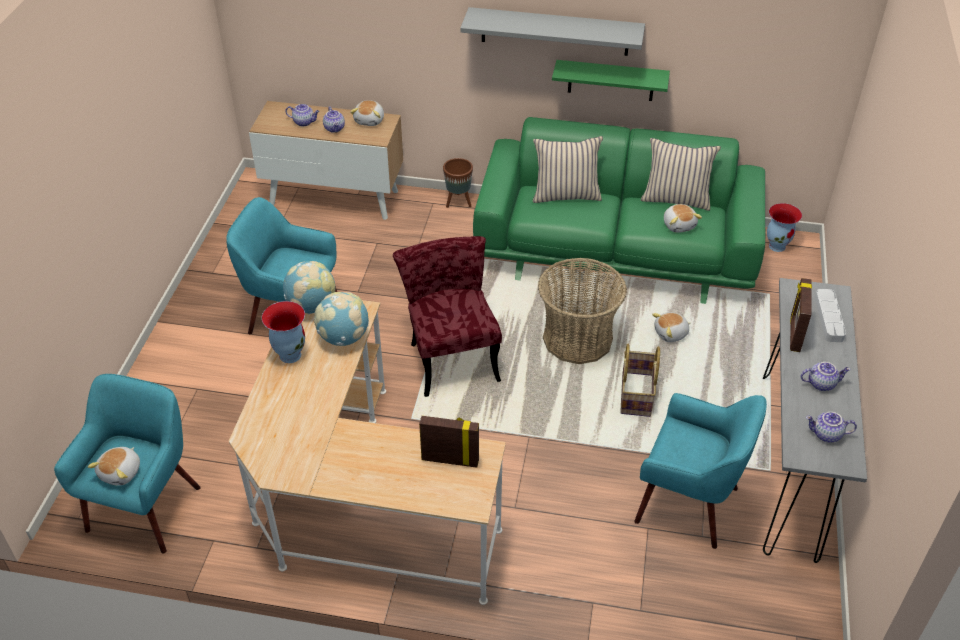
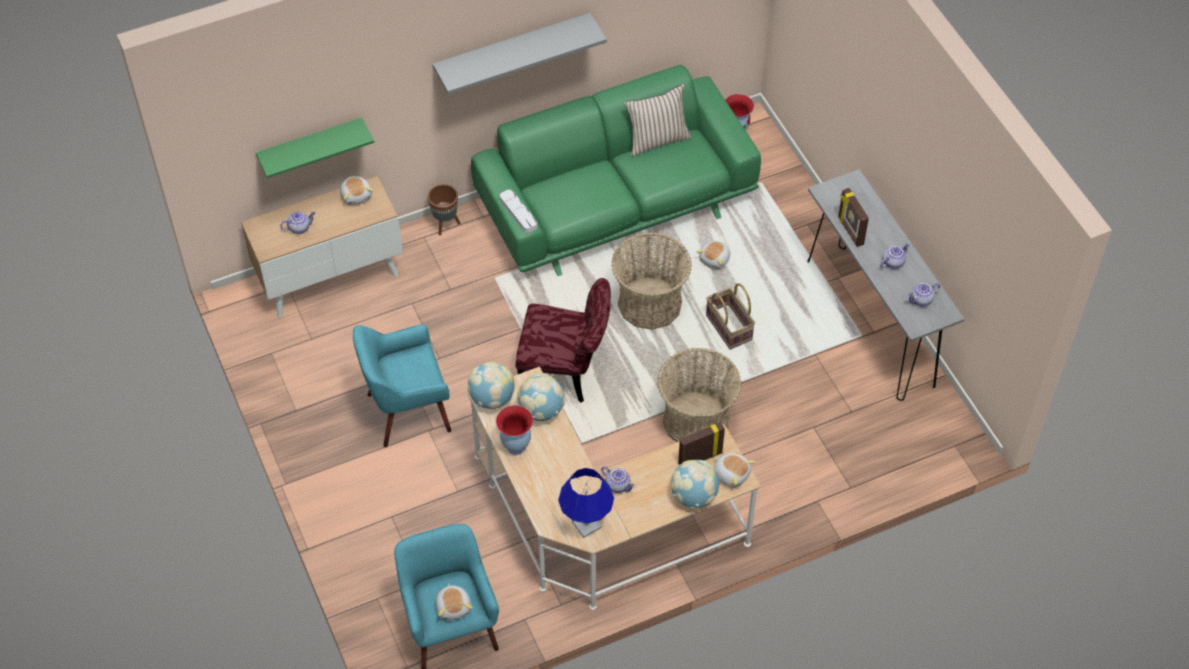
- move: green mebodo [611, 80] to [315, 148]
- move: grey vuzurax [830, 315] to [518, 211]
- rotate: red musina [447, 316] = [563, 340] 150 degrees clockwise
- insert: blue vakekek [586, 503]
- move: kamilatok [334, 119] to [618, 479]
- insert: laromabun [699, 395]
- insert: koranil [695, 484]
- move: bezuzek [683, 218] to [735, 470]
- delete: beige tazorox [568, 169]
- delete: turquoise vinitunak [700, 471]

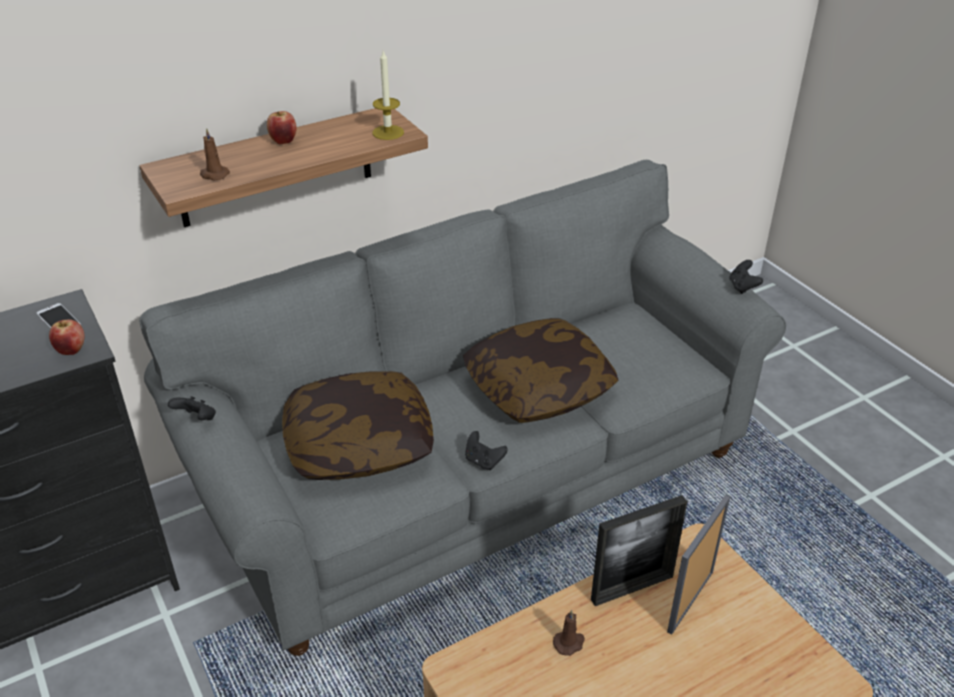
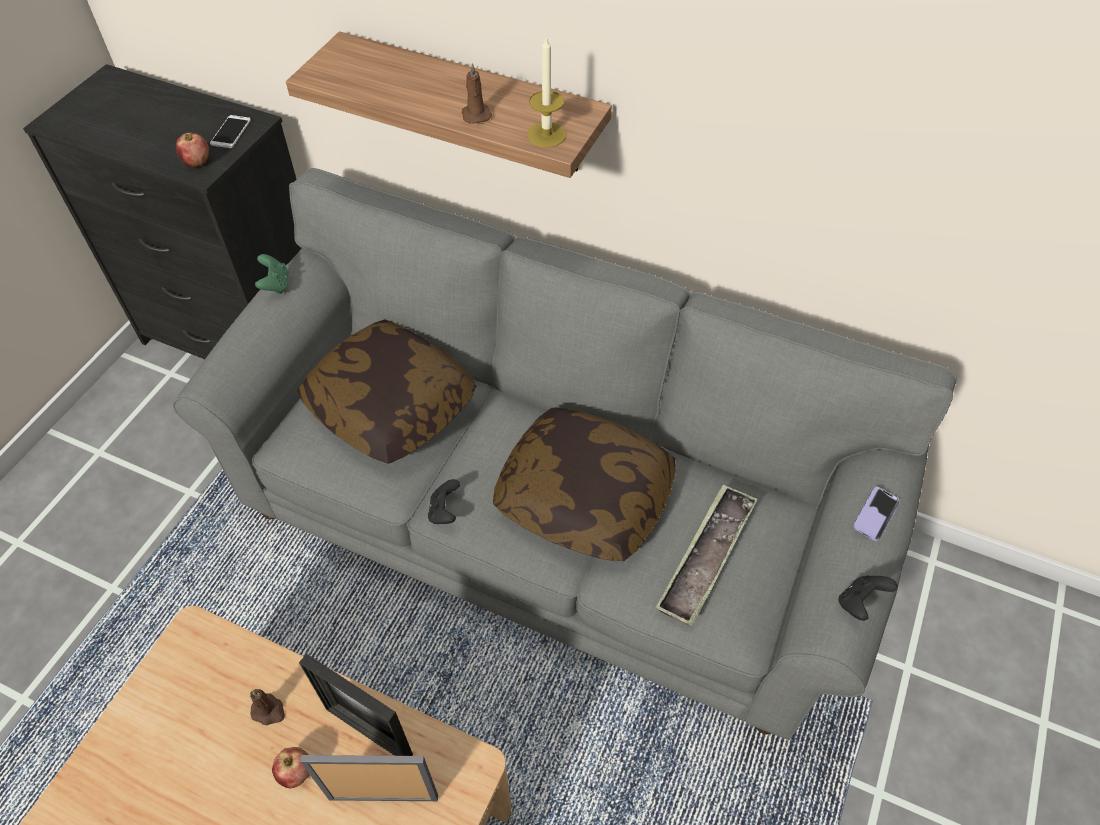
- recolor: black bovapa [192, 408] to green bovapa [272, 274]
- move: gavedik [282, 127] to [291, 767]
- move: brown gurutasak [215, 154] to [477, 93]
- insert: vuzurax [707, 555]
- insert: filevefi [876, 514]

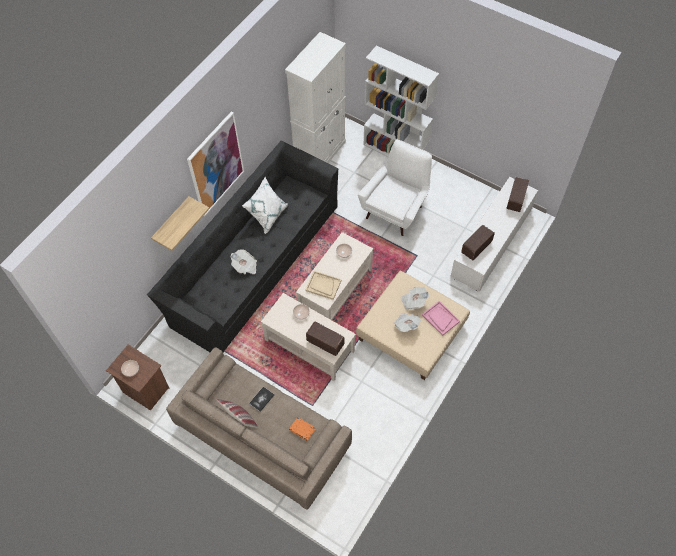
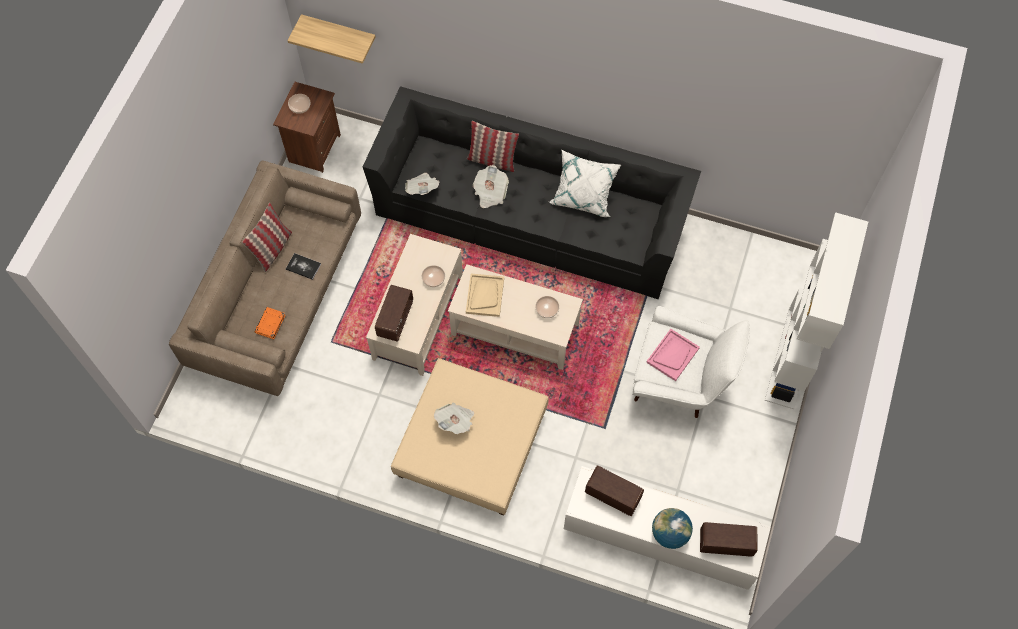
- move: mebodo [180, 223] to [331, 39]
- move: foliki [415, 298] to [422, 184]
- insert: tazorox [493, 146]
- move: pink vuzurax [441, 318] to [673, 355]
- insert: koranil [672, 528]
- delete: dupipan [215, 164]
- delete: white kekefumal [315, 97]

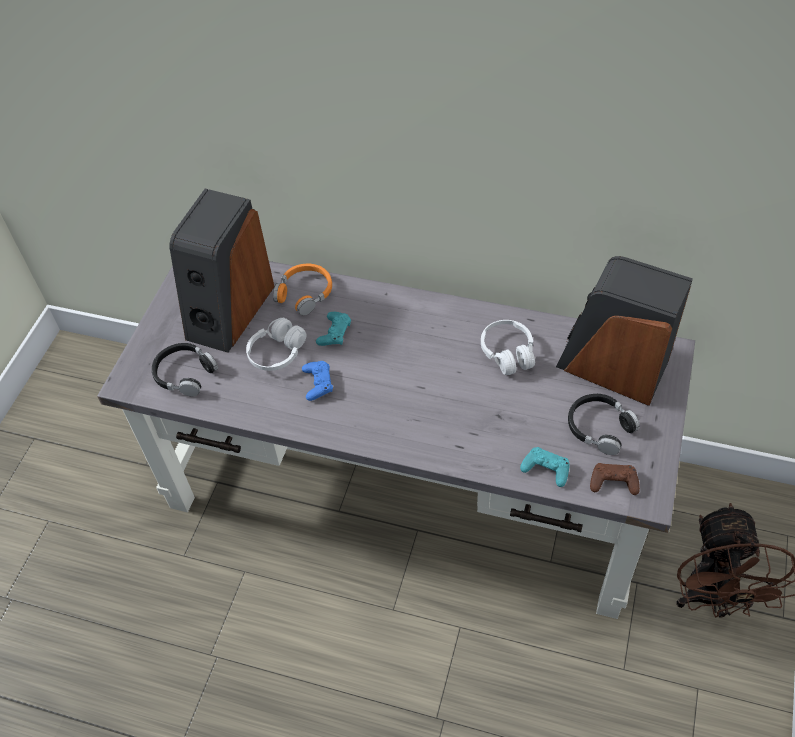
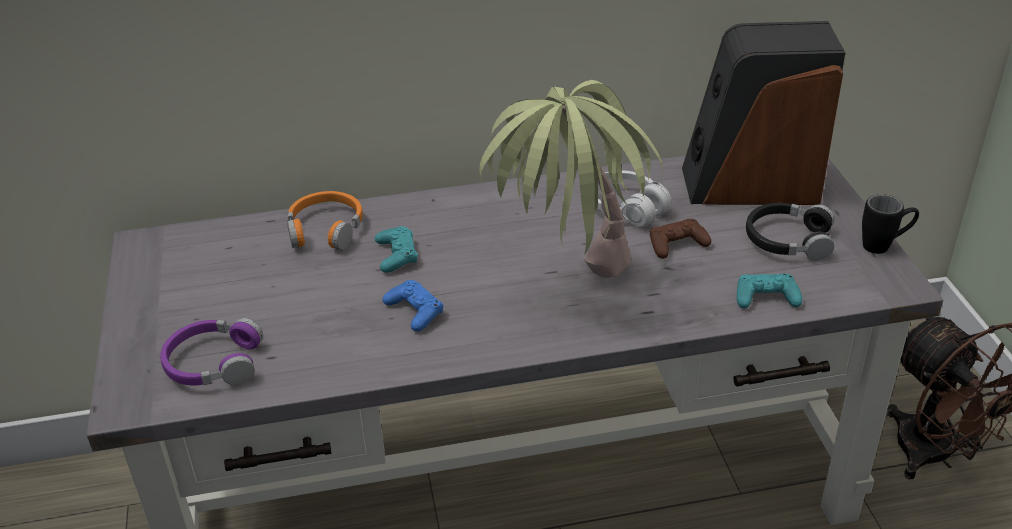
- recolor: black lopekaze [185, 369] to purple lopekaze [211, 352]
- insert: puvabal [571, 179]
- move: brown bovapa [615, 479] to [680, 239]
- insert: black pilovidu [890, 224]
- delete: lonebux [222, 271]
- delete: white lopekaze [276, 344]

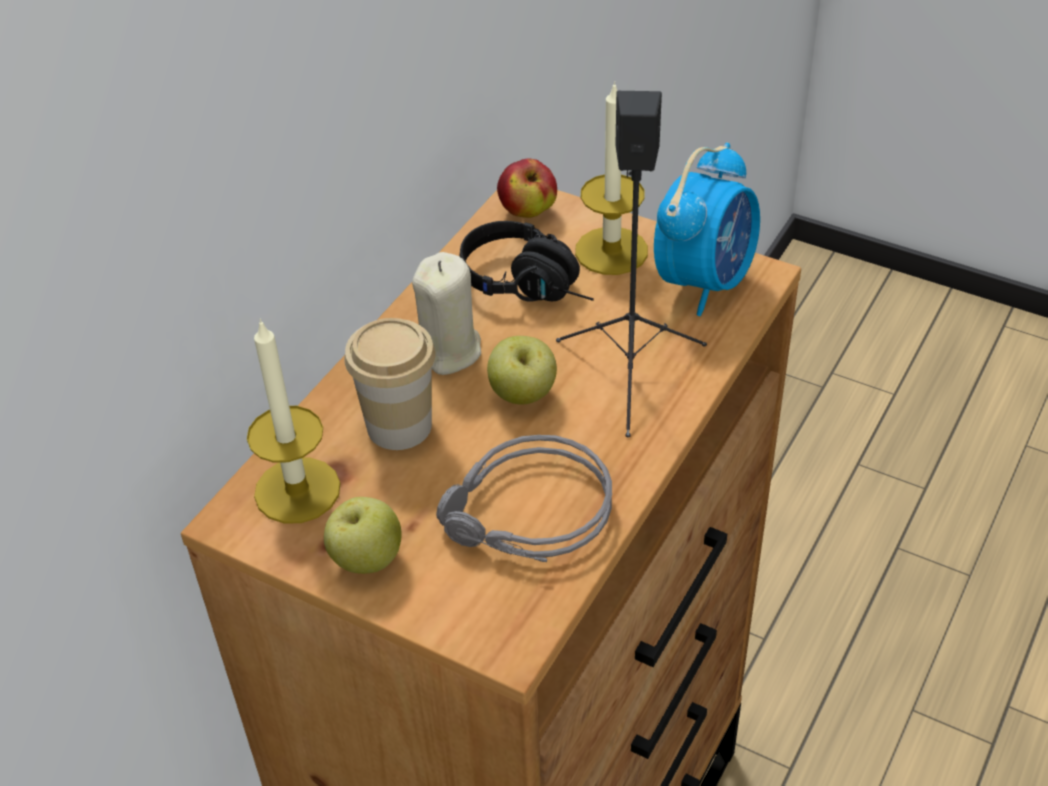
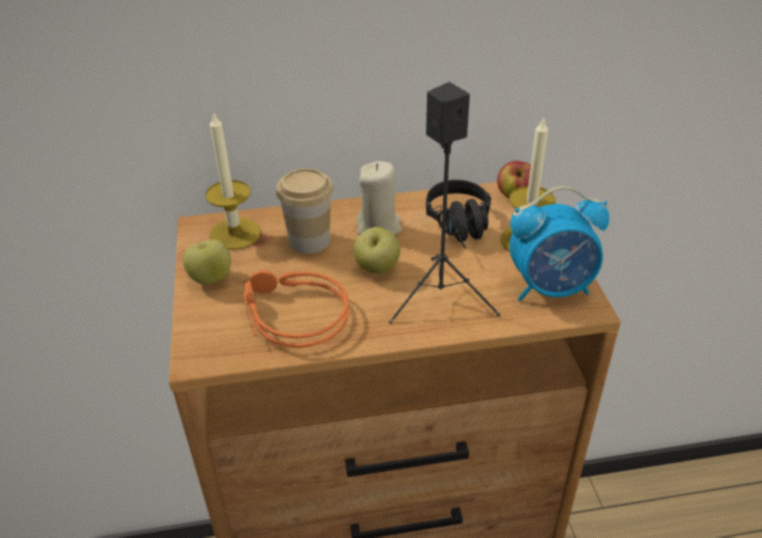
- recolor: grey lopekaze [524, 498] to orange lopekaze [296, 309]

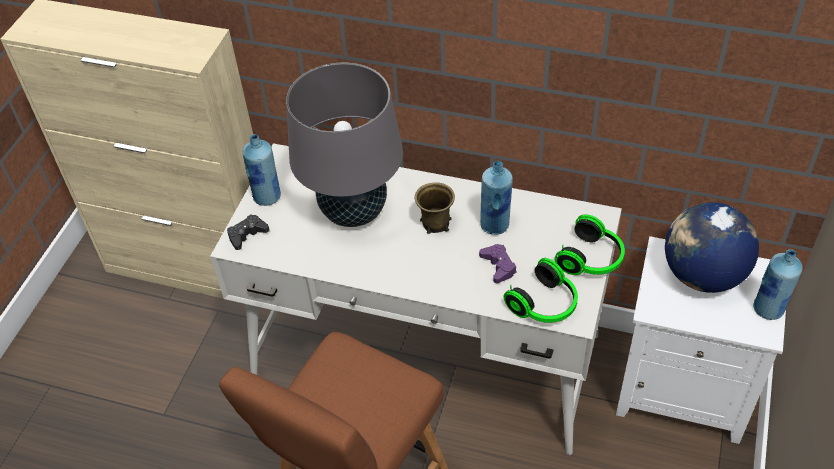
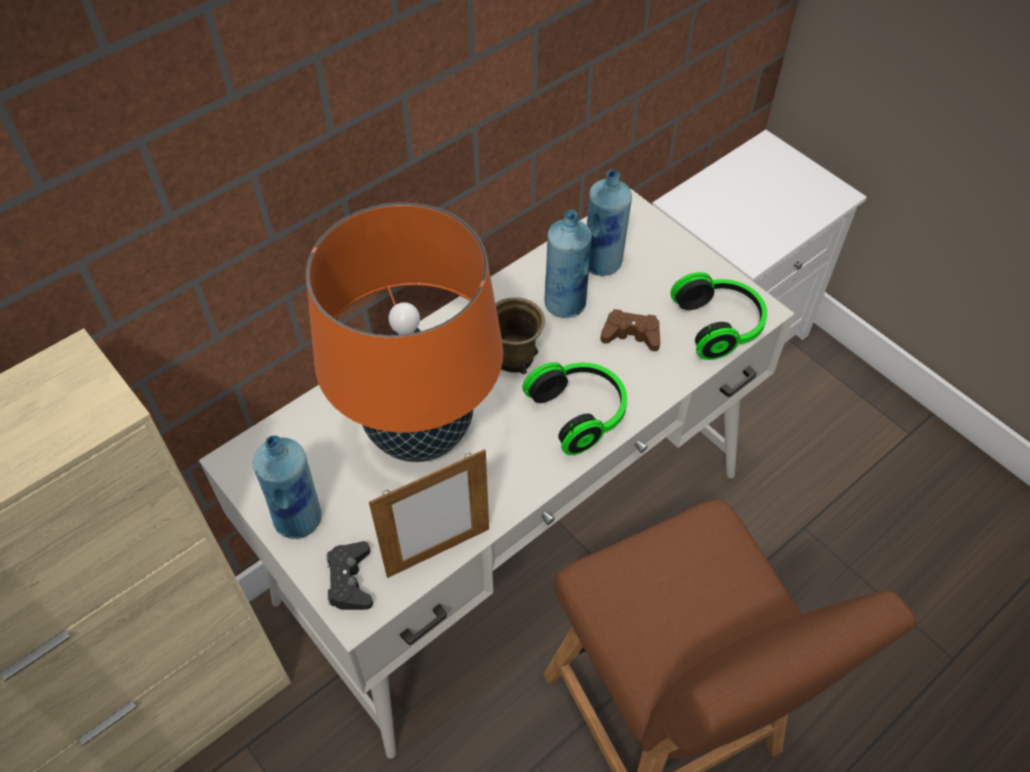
- recolor: grey vakekek [344, 144] to orange vakekek [404, 332]
- insert: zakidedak [429, 513]
- move: lopekaze [590, 244] to [574, 408]
- move: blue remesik [778, 284] to [609, 223]
- recolor: purple bovapa [498, 263] to brown bovapa [630, 330]
- delete: koranil [712, 247]

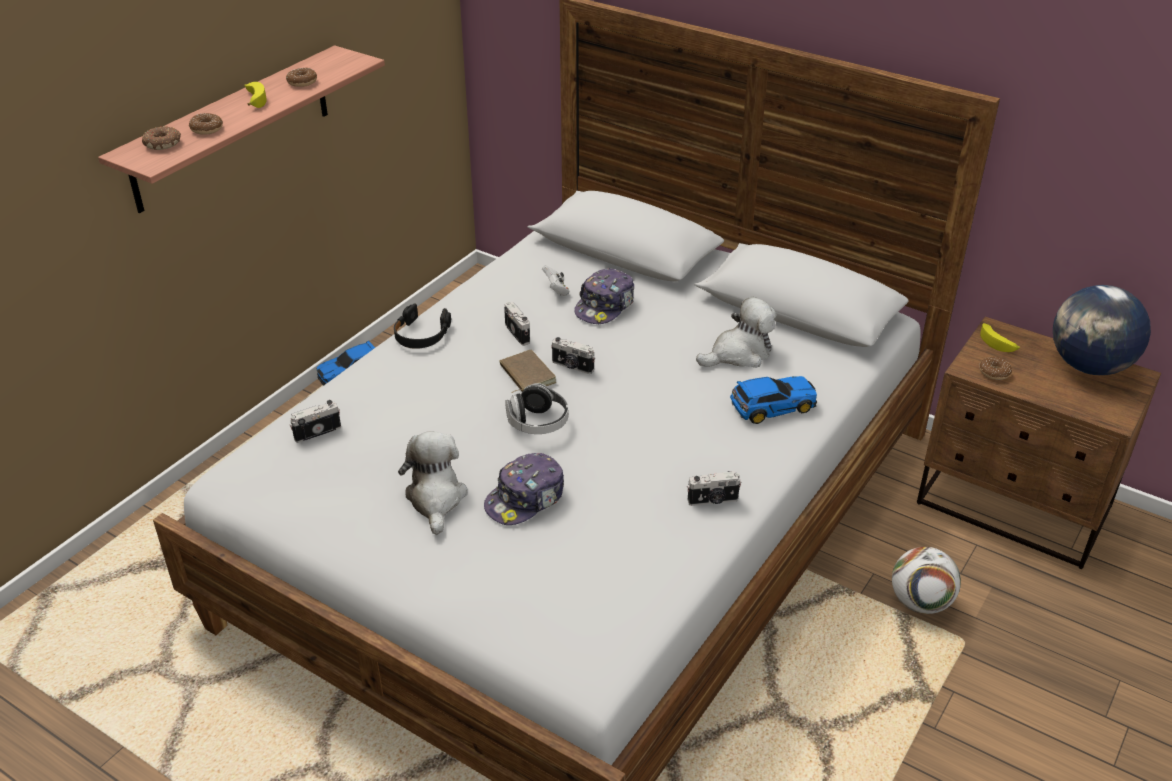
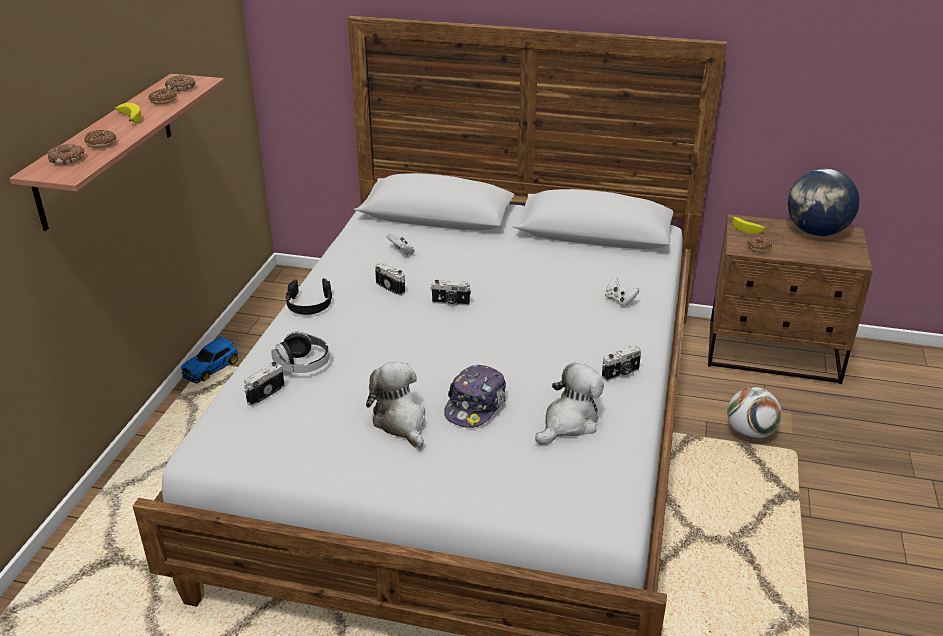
- insert: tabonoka [180, 83]
- move: lopekaze [537, 408] to [300, 352]
- move: bezuzek [736, 332] to [569, 404]
- replace: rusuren [773, 400] to white bovapa [622, 291]
- delete: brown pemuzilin [528, 371]
- delete: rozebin [604, 296]

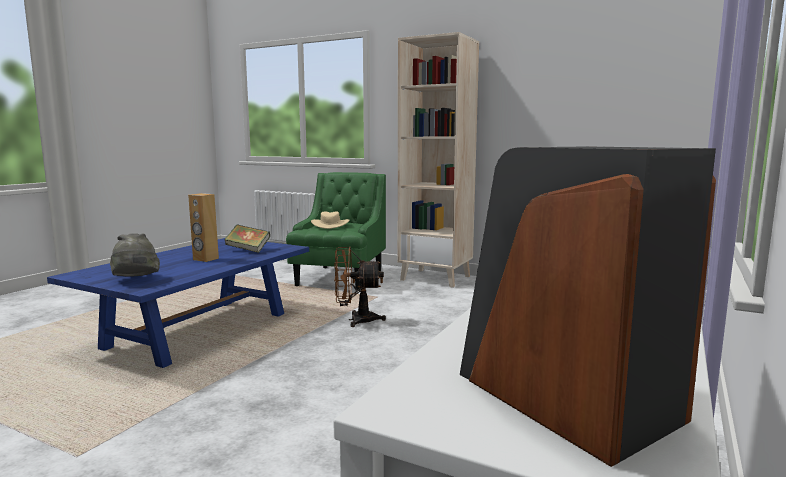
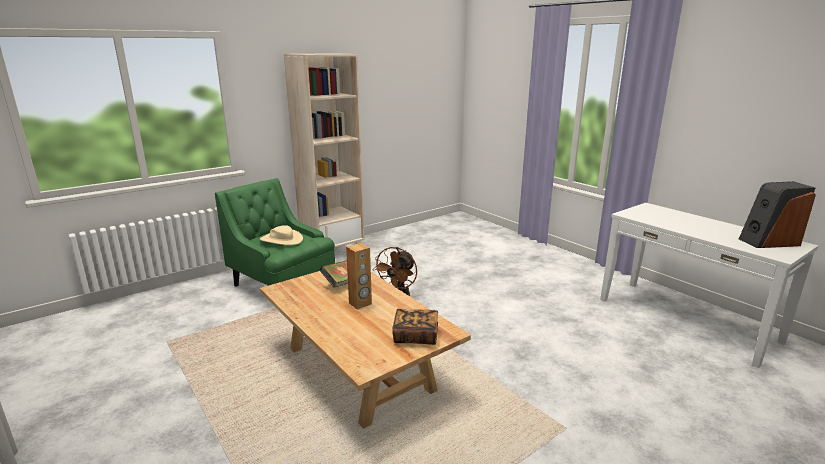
- recolor: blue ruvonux [178, 303] to beige ruvonux [365, 350]
- replace: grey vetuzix [135, 255] to pemuzilin [415, 327]

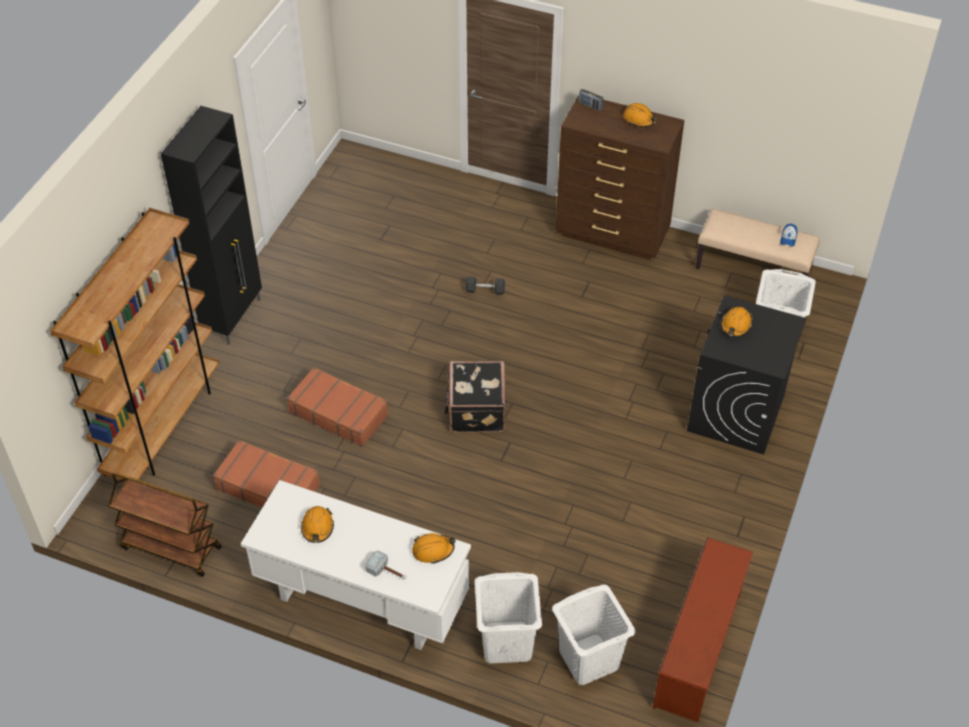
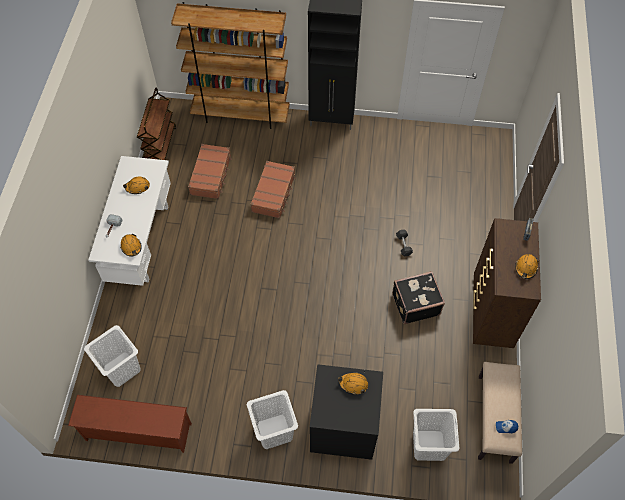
- move: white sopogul [508, 617] to [272, 419]
- move: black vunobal [475, 397] to [418, 297]

